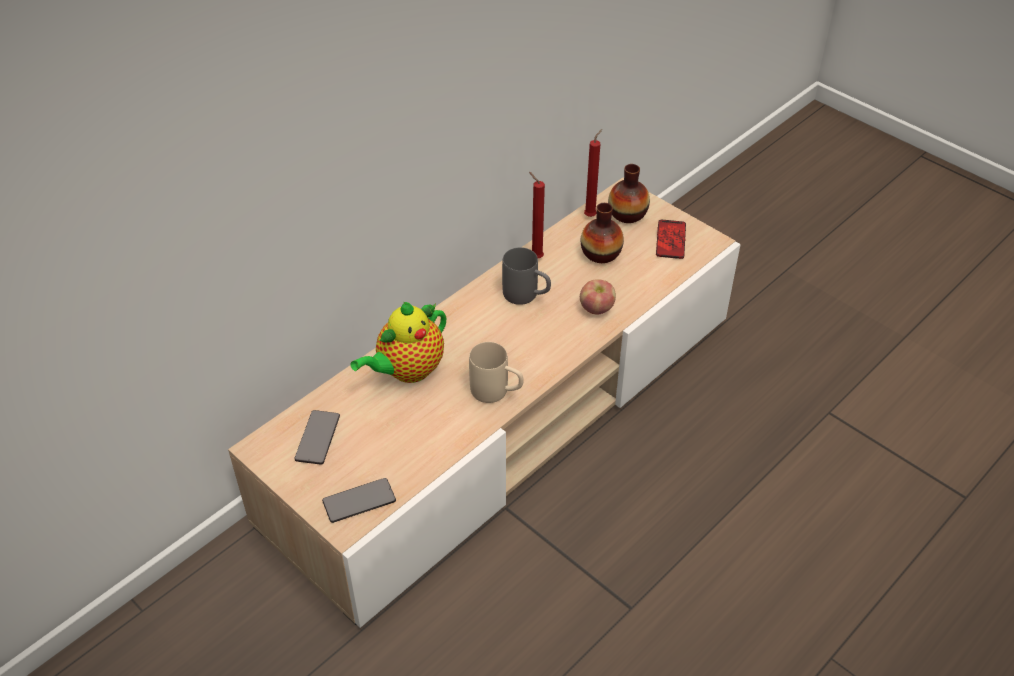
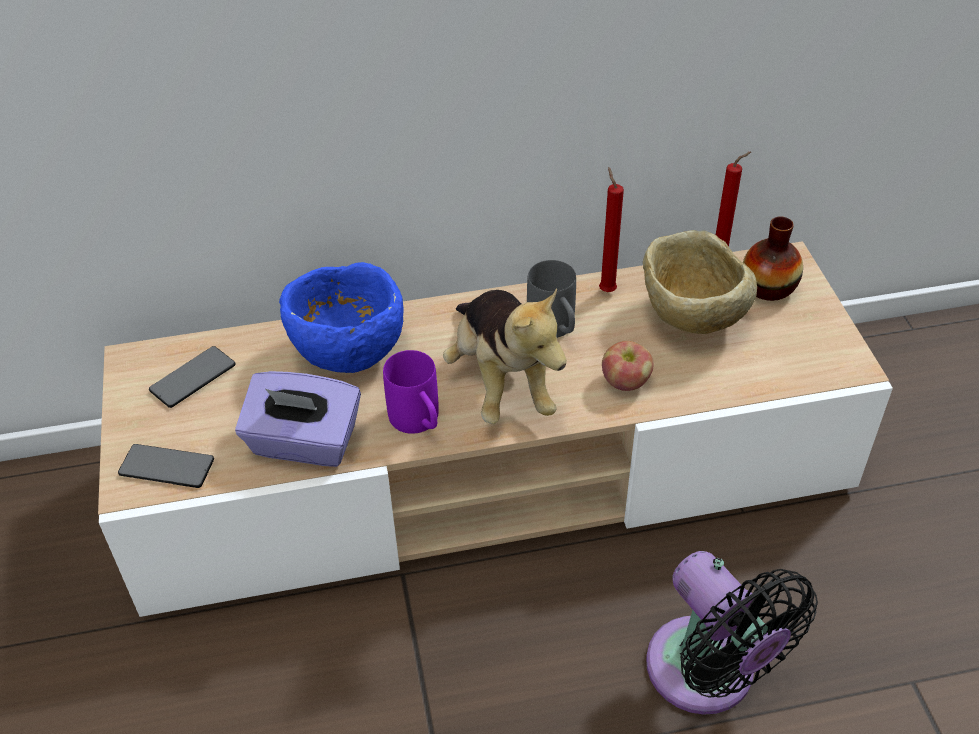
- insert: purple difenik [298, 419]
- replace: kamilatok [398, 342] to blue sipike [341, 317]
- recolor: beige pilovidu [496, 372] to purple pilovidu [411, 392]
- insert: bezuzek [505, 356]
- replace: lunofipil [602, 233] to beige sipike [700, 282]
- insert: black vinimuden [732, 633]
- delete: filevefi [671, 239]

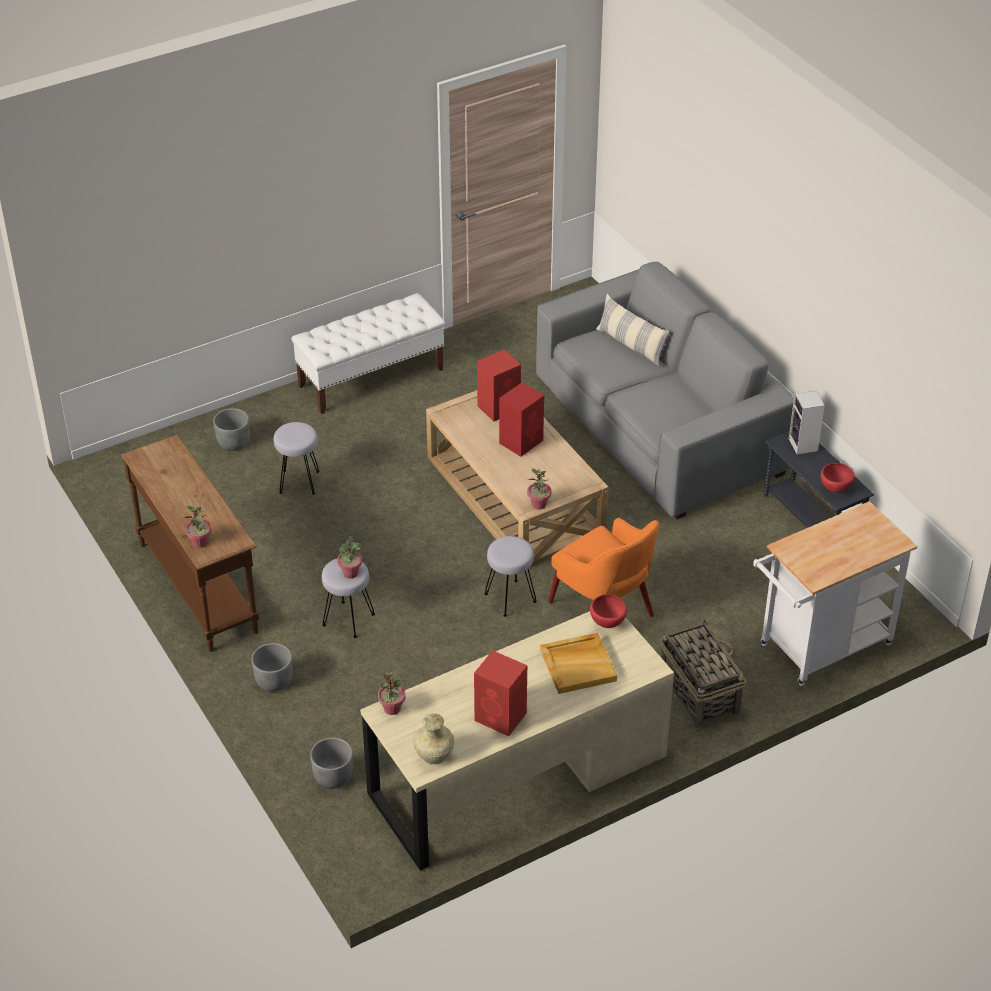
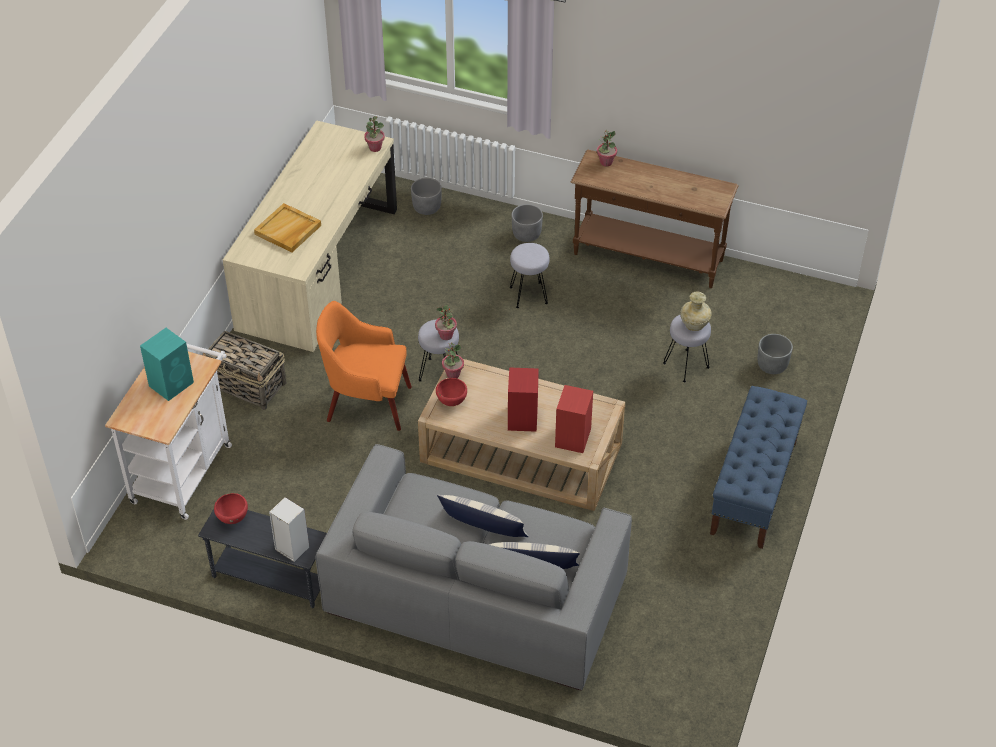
- insert: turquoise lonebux [167, 364]
- move: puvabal [349, 557] to [446, 322]
- move: red sipike [608, 611] to [451, 392]
- insert: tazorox [483, 516]
- move: beige lunofipil [433, 738] to [696, 311]
- recolor: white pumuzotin [368, 353] to blue pumuzotin [758, 467]
- delete: red lonebux [500, 693]

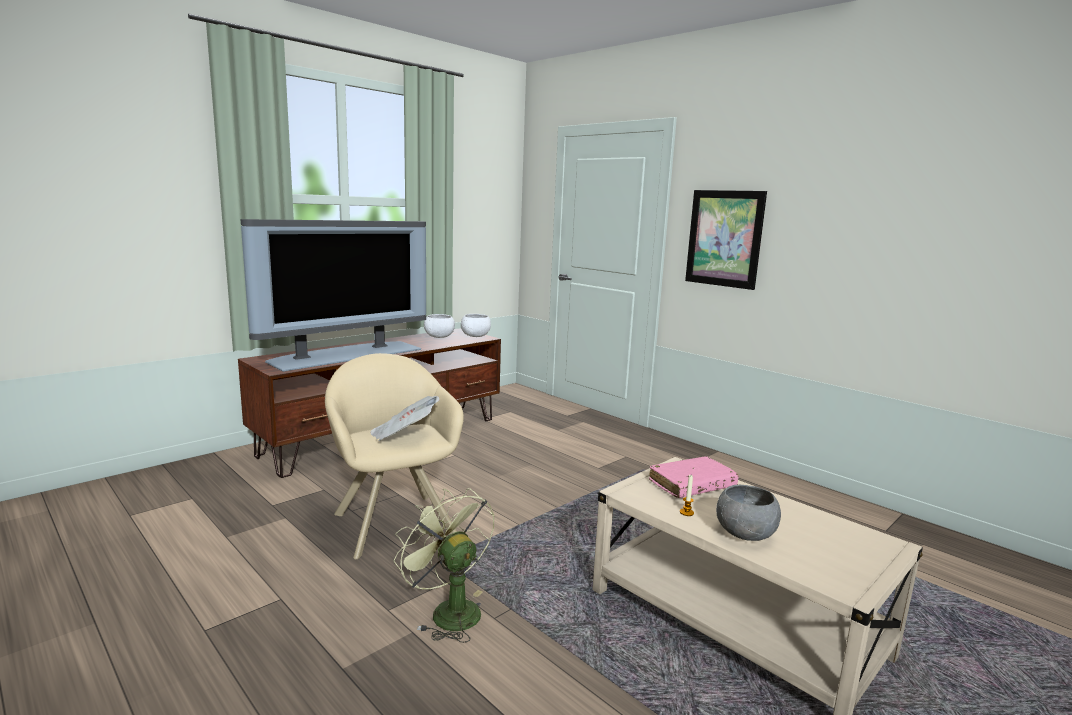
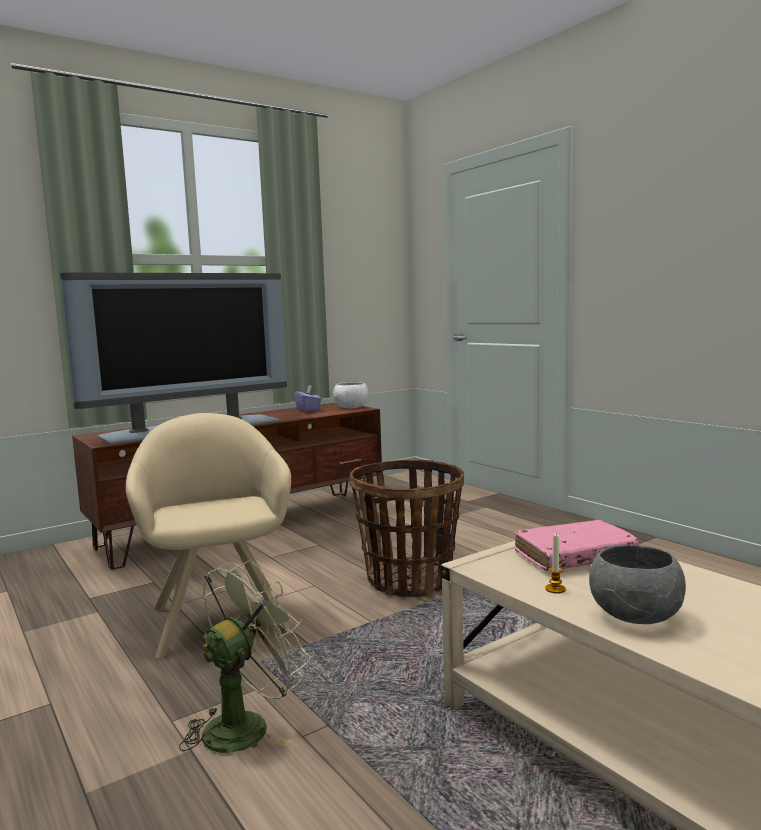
- rotate: green vinimuden [444, 565] = [245, 656] 75 degrees clockwise
- replace: white sipike [439, 326] to purple difenik [307, 398]
- insert: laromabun [407, 528]
- delete: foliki [405, 418]
- delete: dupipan [726, 240]

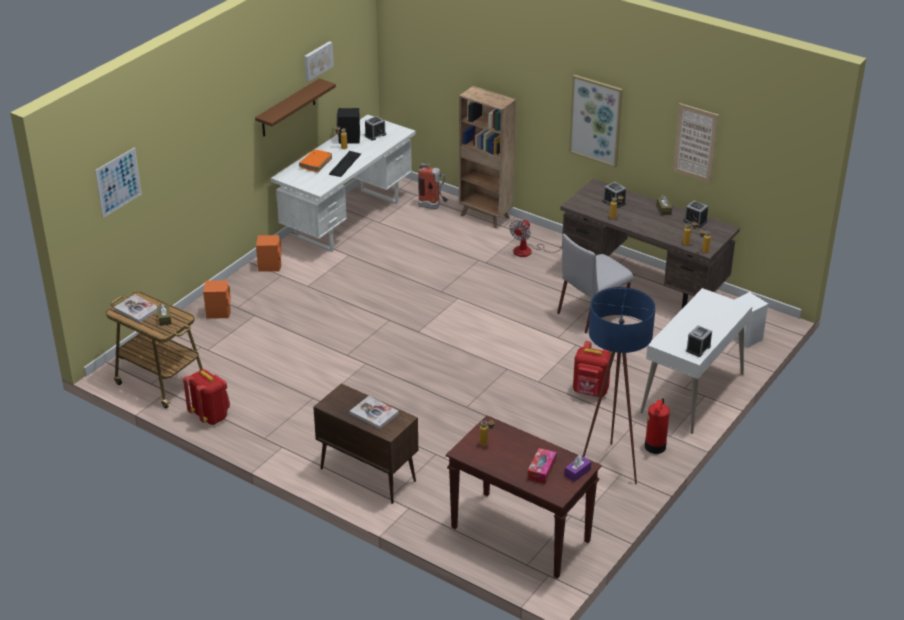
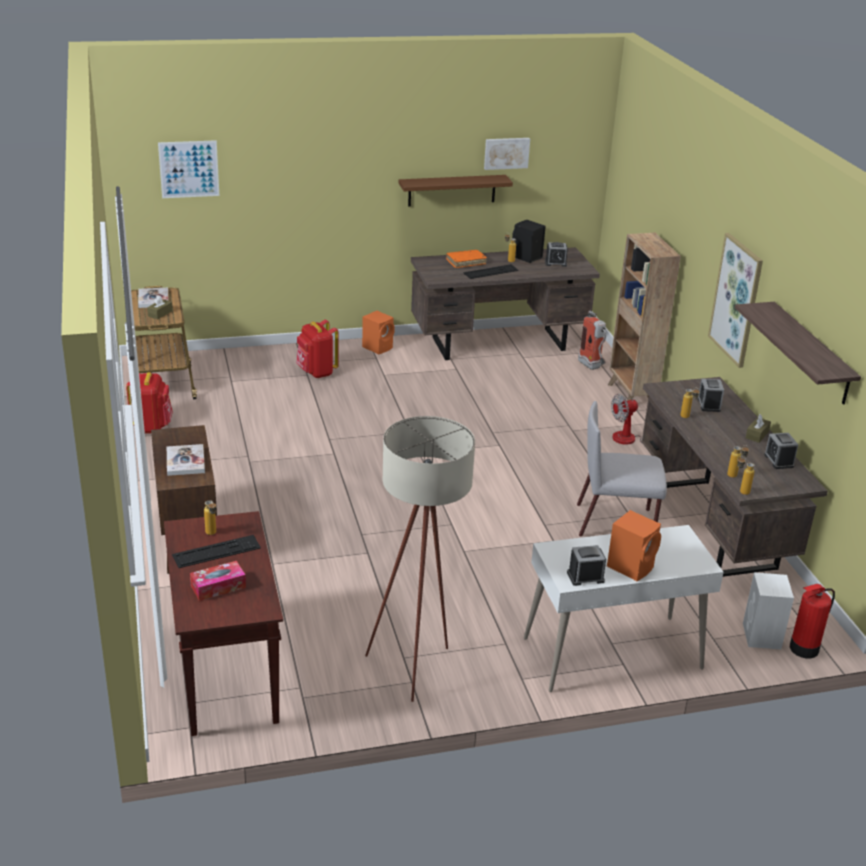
- insert: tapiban [216, 551]
- move: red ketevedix [592, 369] to [317, 349]
- recolor: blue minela [619, 385] to beige minela [420, 559]
- recolor: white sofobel [343, 183] to brown sofobel [505, 303]
- move: orange lonebux [217, 299] to [634, 545]
- replace: dupipan [696, 143] to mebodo [798, 353]
- move: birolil [657, 426] to [812, 621]
- delete: purple difenik [577, 468]

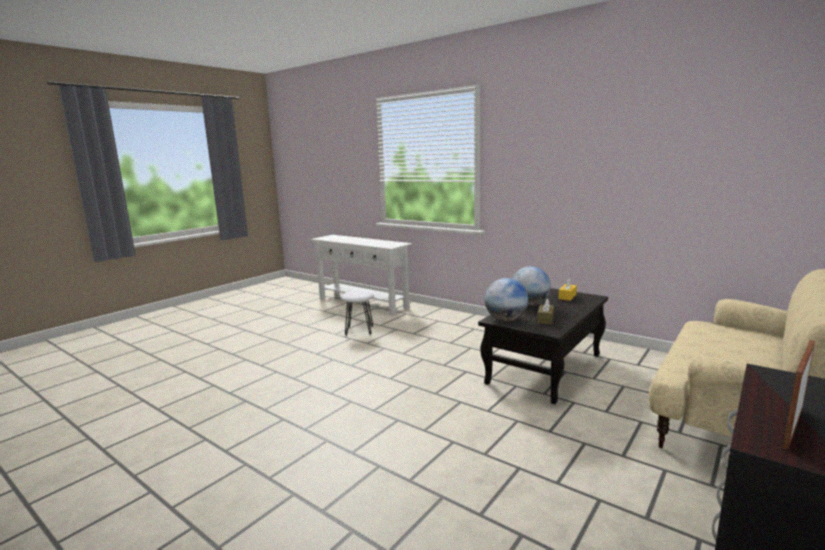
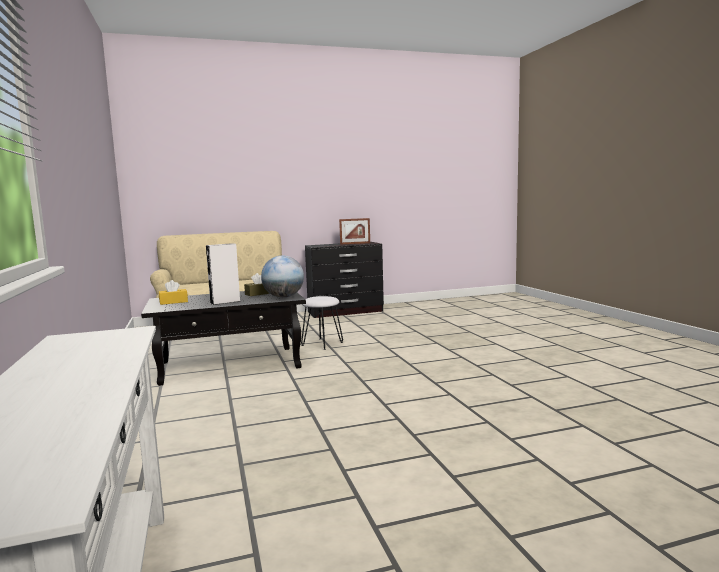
- replace: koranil [531, 286] to white lonebux [223, 274]
- move: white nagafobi [357, 313] to [322, 323]

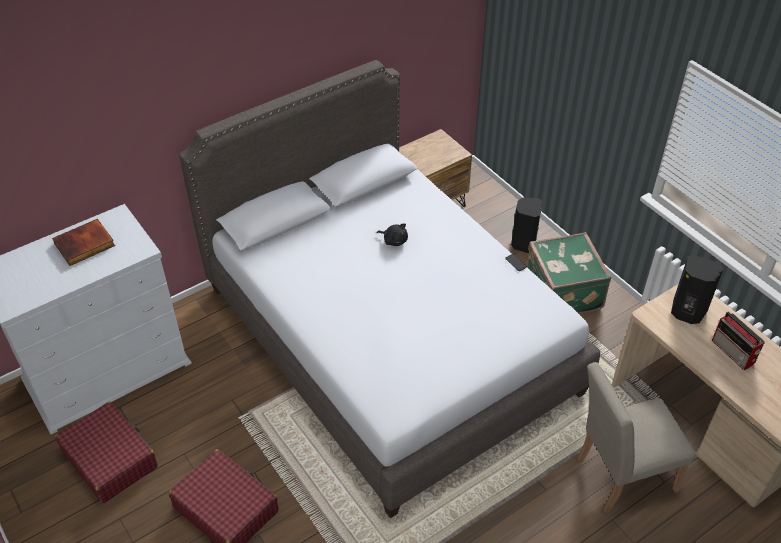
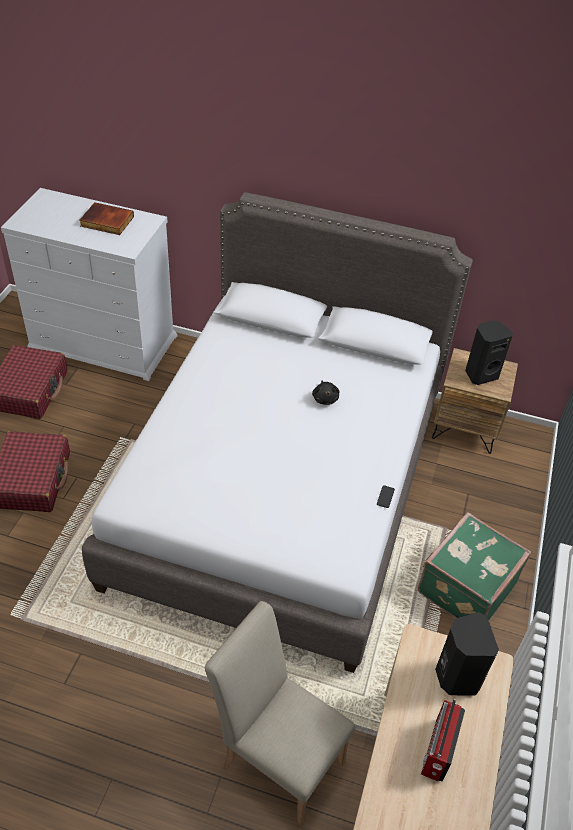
- move: black lonebux [526, 225] to [489, 352]

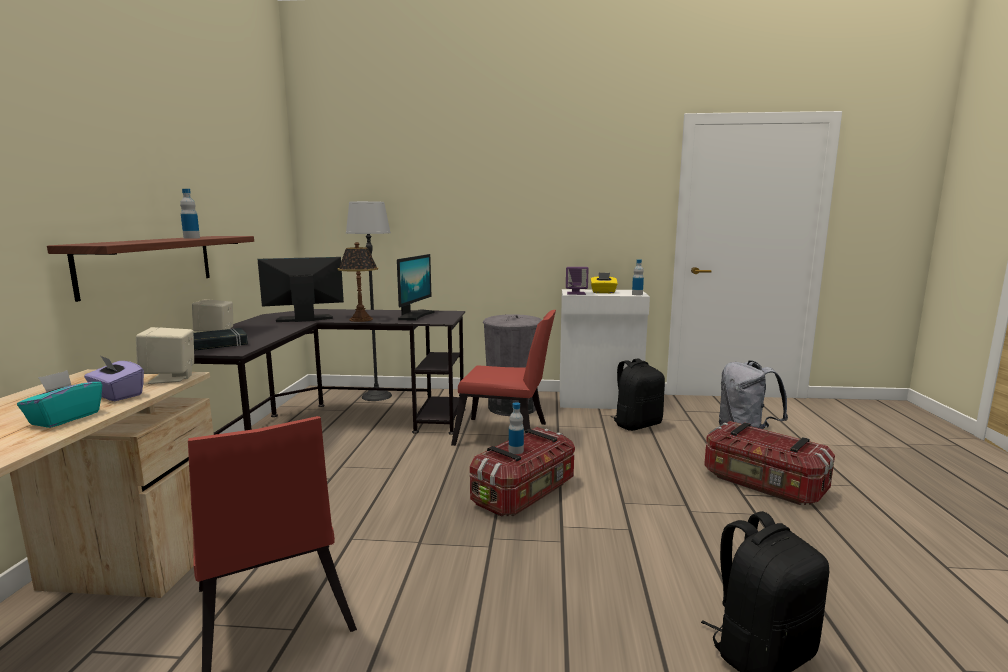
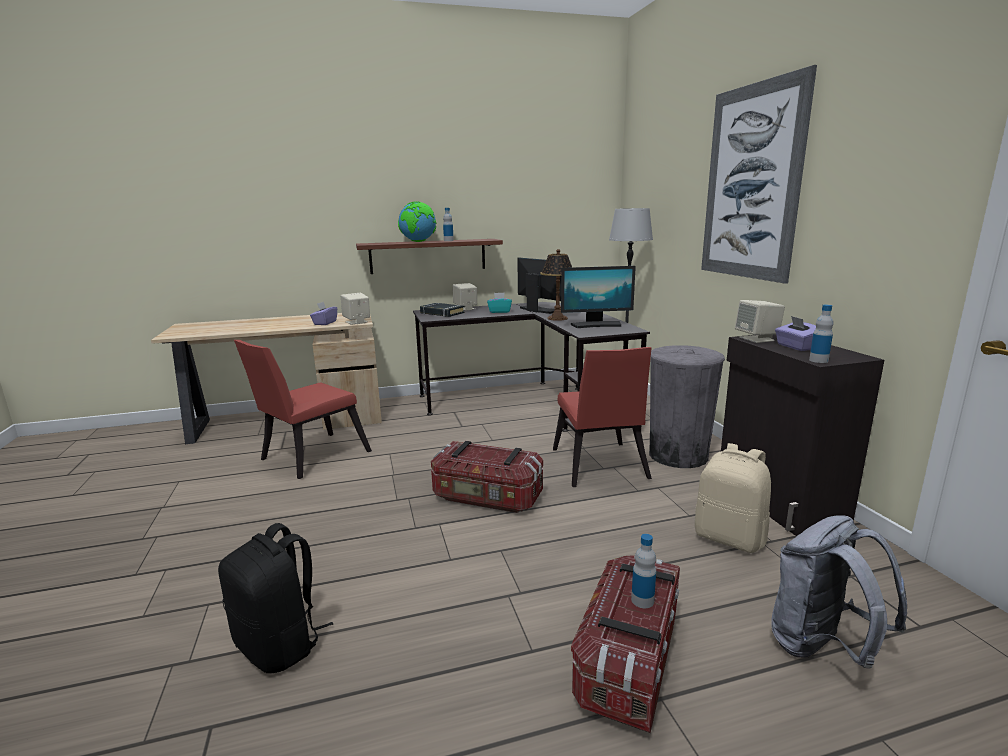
- insert: koranil [417, 221]
- move: turquoise difenik [59, 399] to [499, 302]
- move: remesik [516, 428] to [643, 571]
- recolor: black ketevedix [638, 394] to beige ketevedix [733, 498]
- insert: dupipan [759, 174]
- recolor: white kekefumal [604, 349] to black kekefumal [802, 435]
- recolor: purple lonebux [577, 281] to beige lonebux [760, 321]
- recolor: yellow difenik [604, 283] to purple difenik [795, 333]

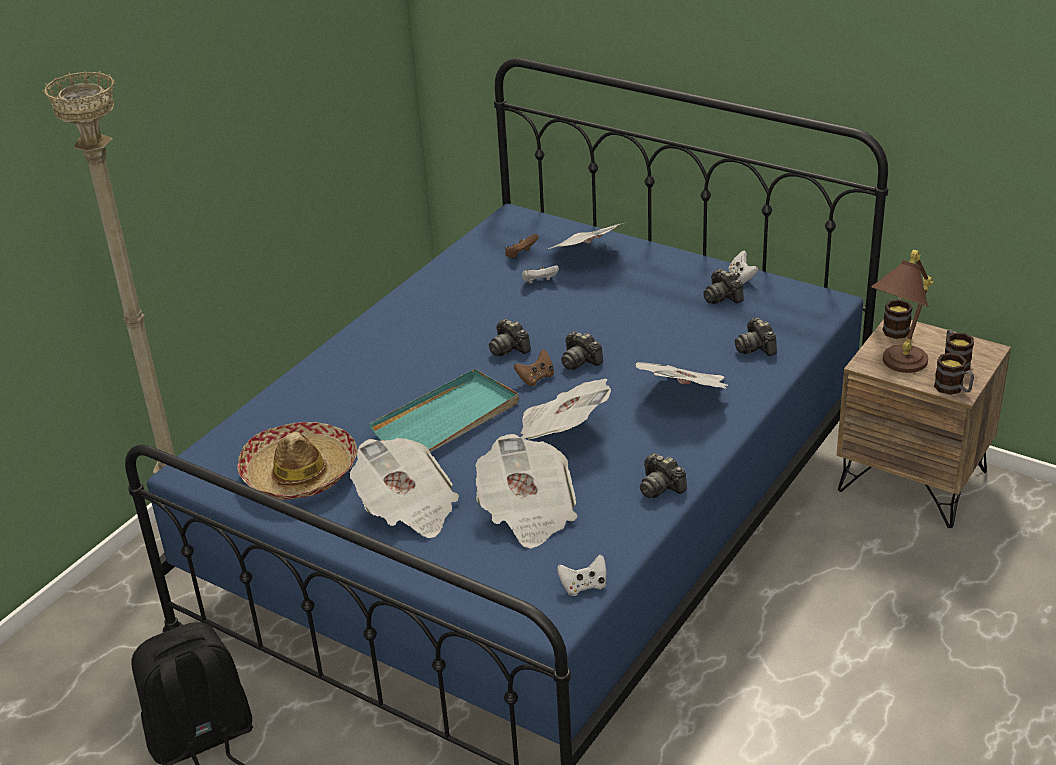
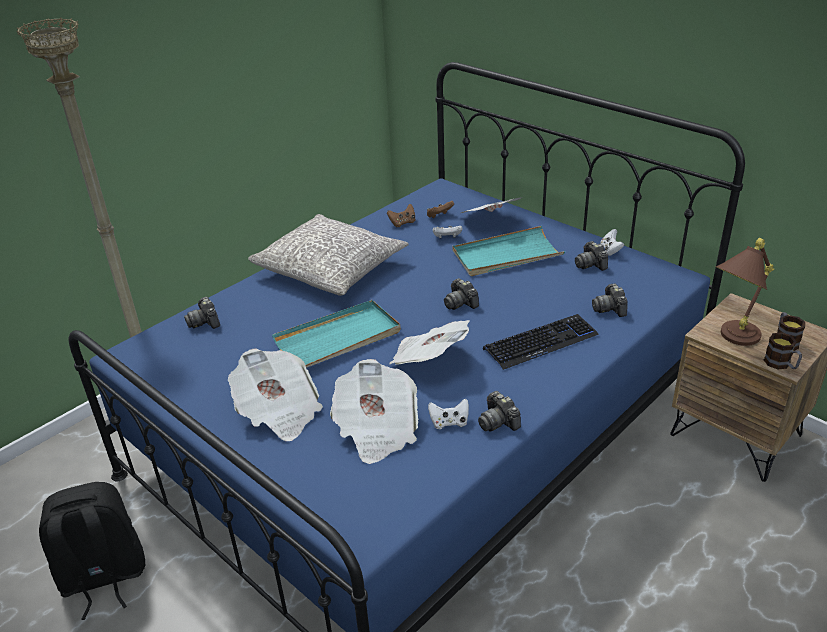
- move: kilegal [510, 337] to [202, 313]
- insert: grey tazorox [328, 255]
- move: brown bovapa [534, 367] to [401, 215]
- move: white bovapa [581, 575] to [448, 414]
- insert: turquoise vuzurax [509, 251]
- replace: foliki [681, 375] to tapiban [541, 342]
- delete: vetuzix [297, 461]
- delete: pilovidu [898, 318]

